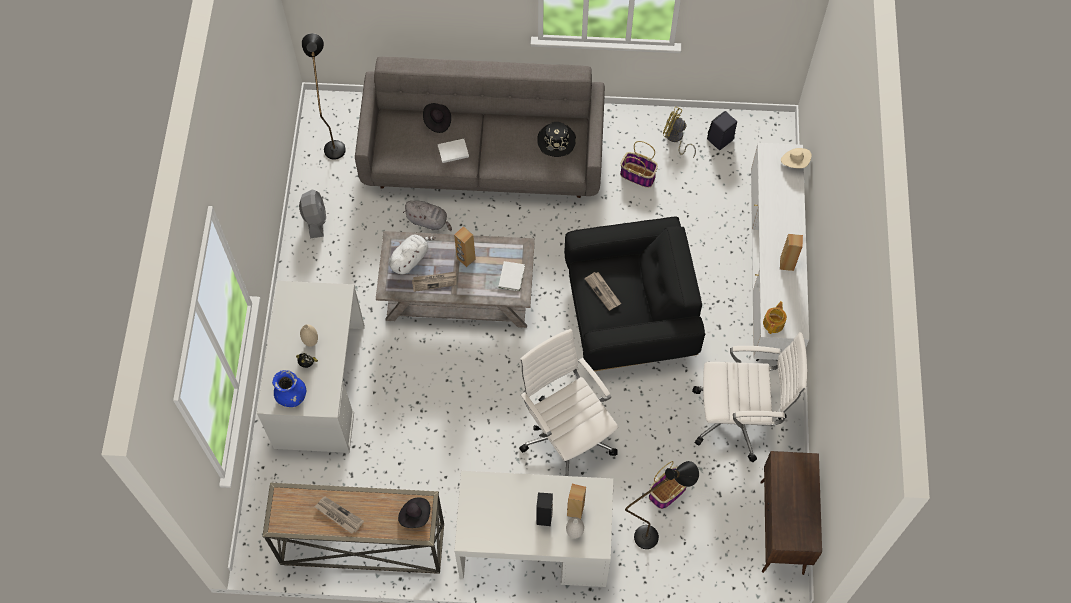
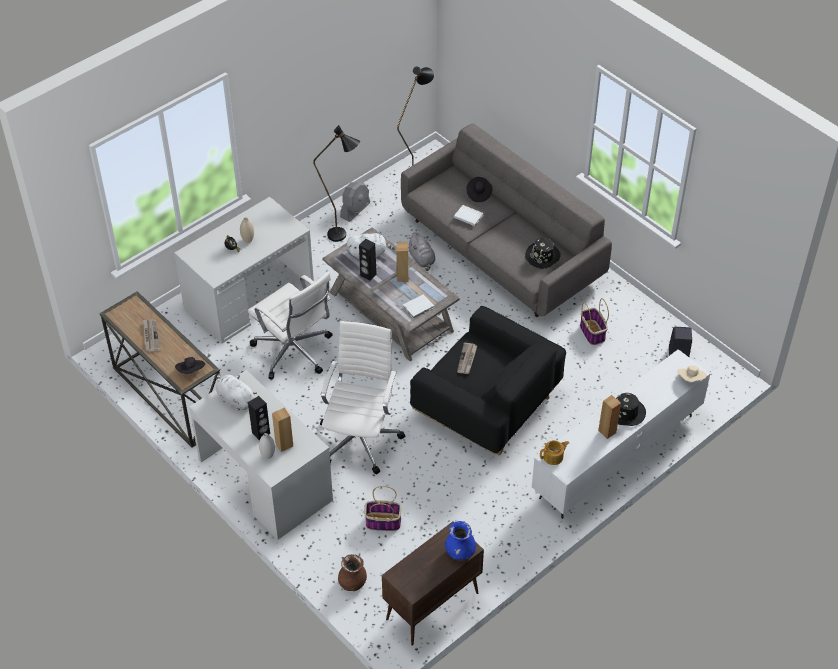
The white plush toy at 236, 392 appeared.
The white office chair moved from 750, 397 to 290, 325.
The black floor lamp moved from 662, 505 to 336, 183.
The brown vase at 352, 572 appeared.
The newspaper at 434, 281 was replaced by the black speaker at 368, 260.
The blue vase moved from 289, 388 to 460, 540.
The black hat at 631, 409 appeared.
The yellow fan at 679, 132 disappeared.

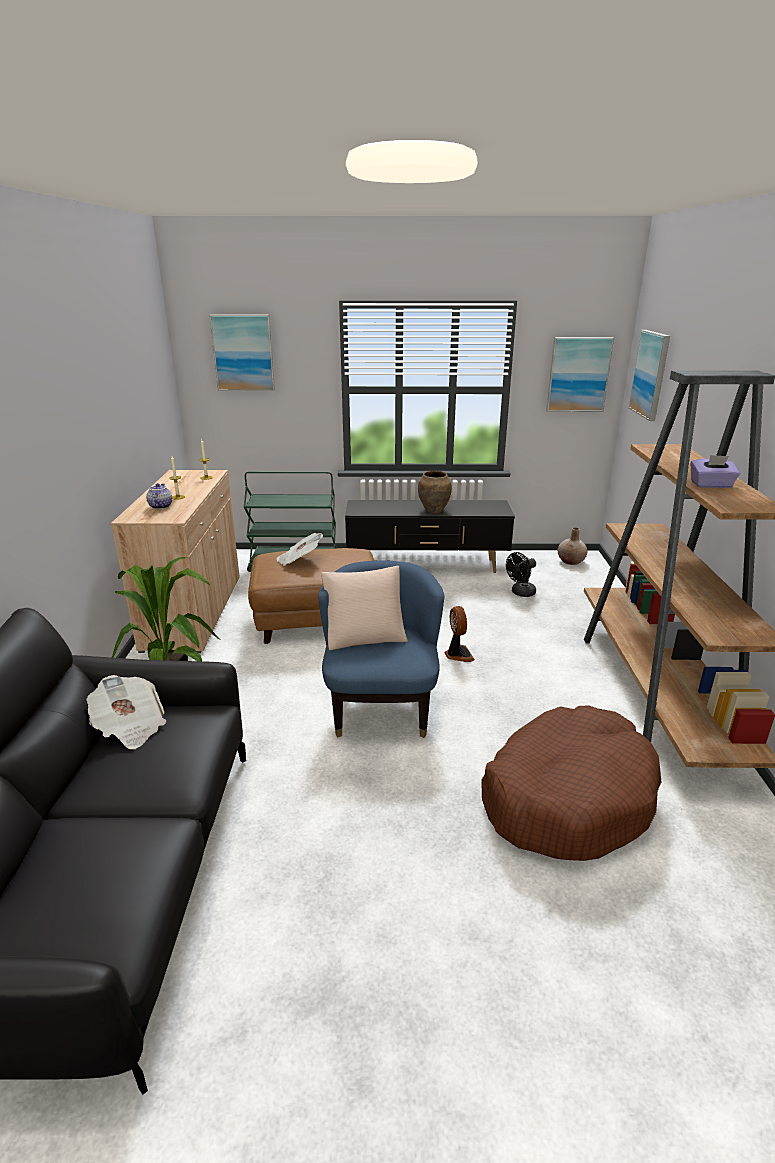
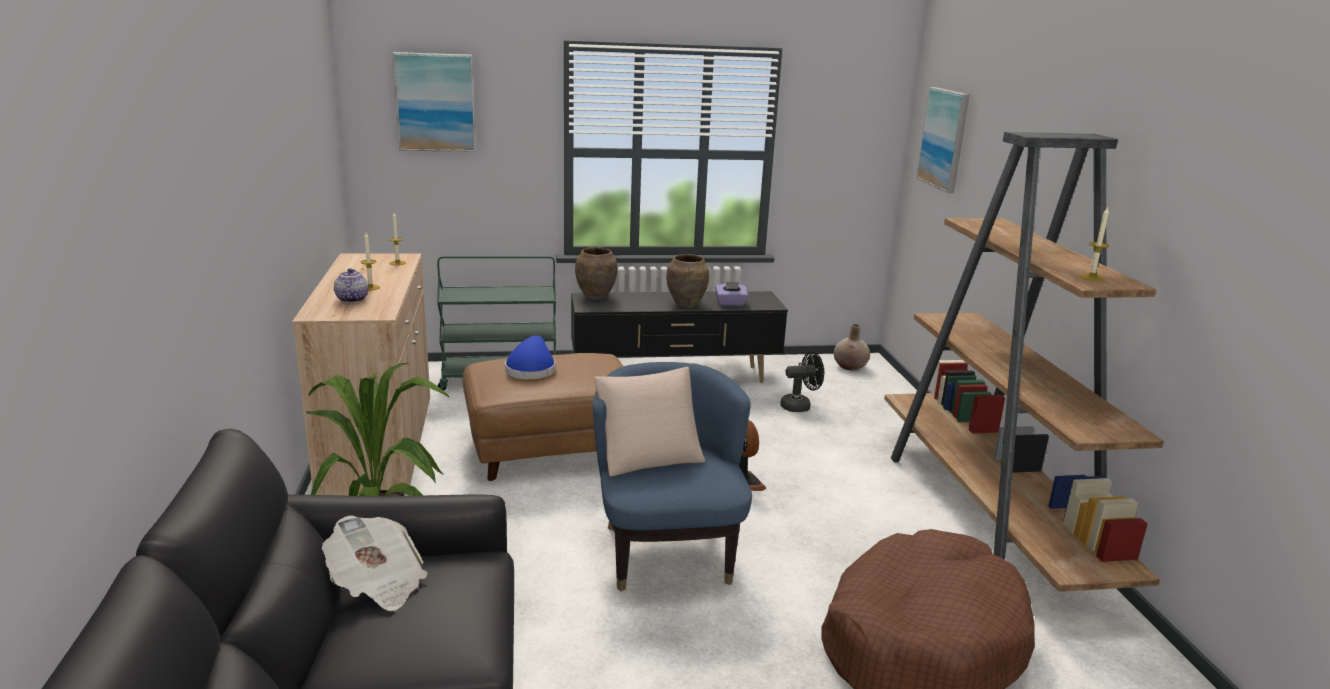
The newspaper at 300, 549 was replaced by the blue hat at 530, 358.
The brown vase at 596, 273 appeared.
The purple tissue box moved from 715, 471 to 731, 294.
The black fan at 521, 574 turned 150 degrees counterclockwise.
The candle at 1094, 243 appeared.
The picture at 580, 374 disappeared.

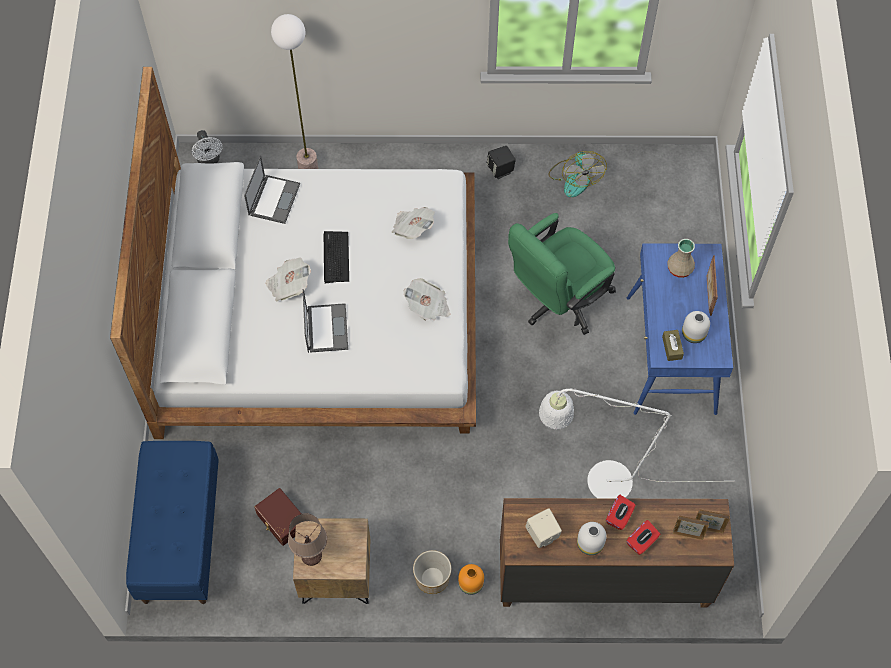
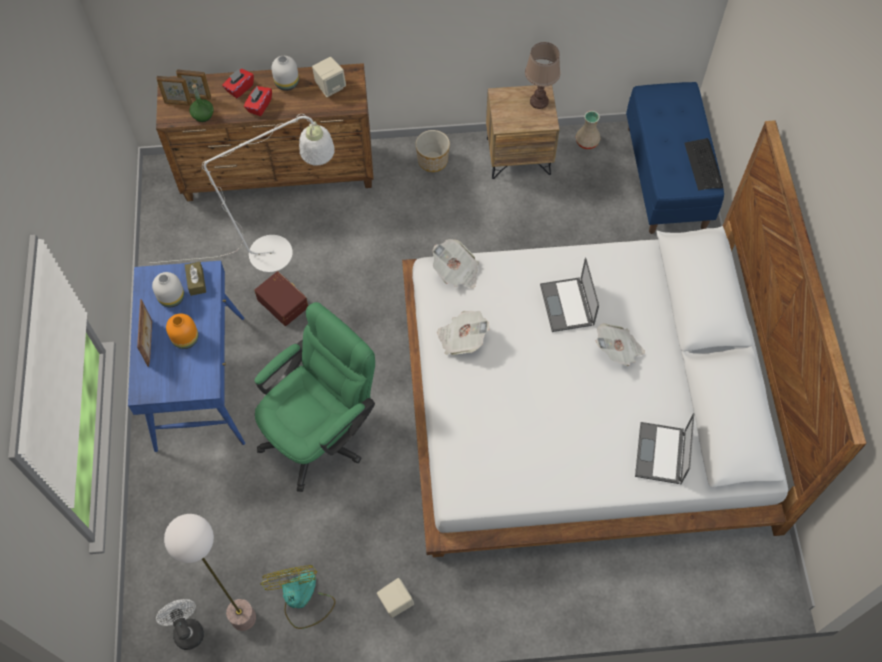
The white fan moved from 207, 146 to 180, 624.
The floor lamp moved from 294, 91 to 210, 572.
The orange vase moved from 471, 579 to 182, 331.
The green bottle at 202, 103 appeared.
The brown storage box moved from 277, 517 to 281, 298.
The black speaker at 501, 162 became the beige speaker at 395, 598.
The newspaper moved from 413, 223 to 456, 263.
The beige vase moved from 681, 258 to 588, 130.
The keyboard moved from 336, 257 to 703, 164.

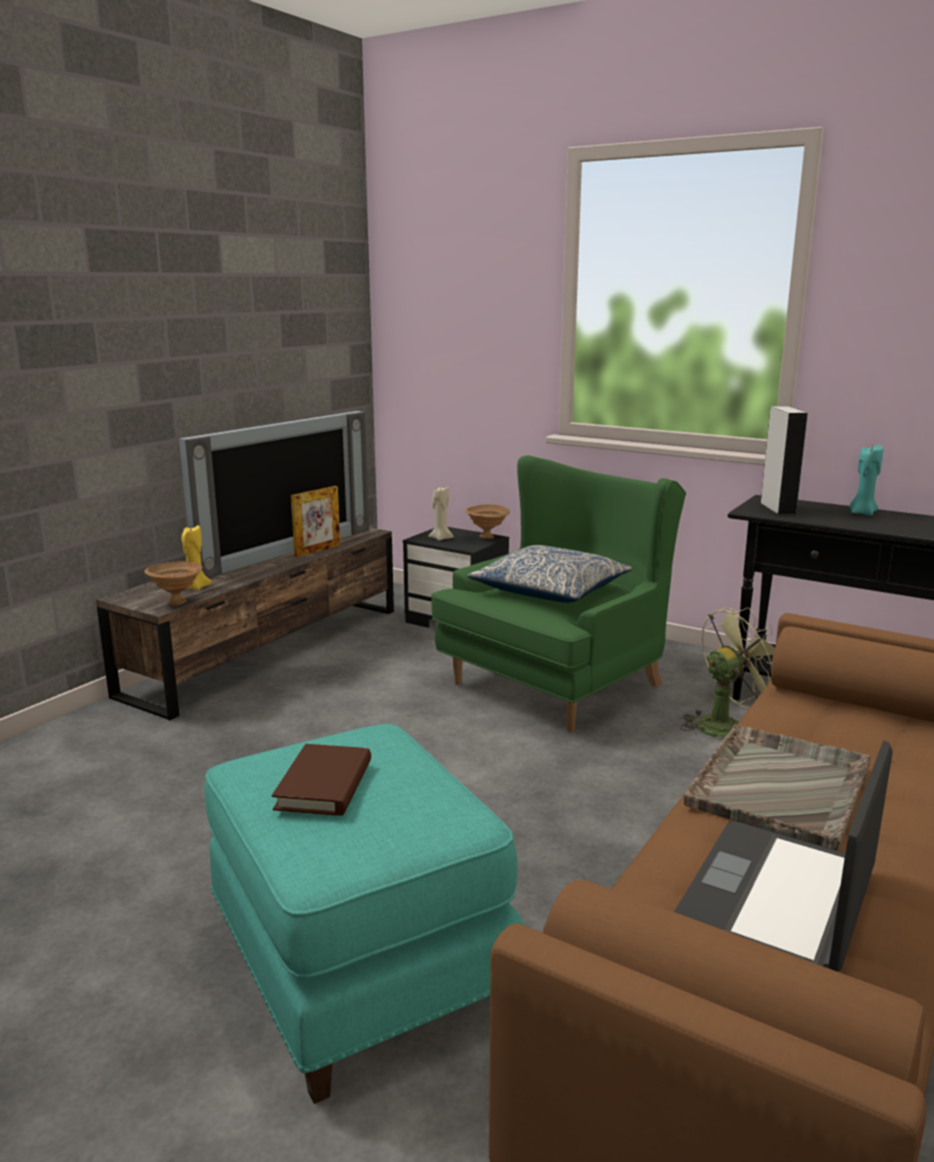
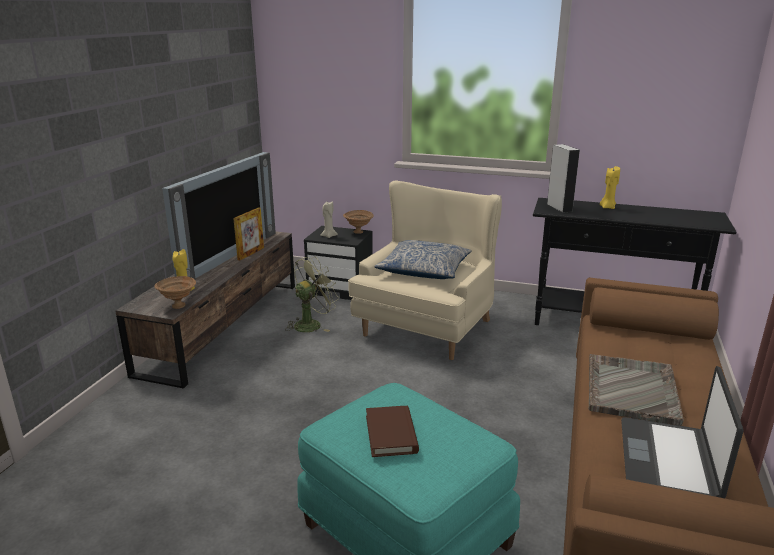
The green fan moved from 728, 672 to 311, 294.
The green armchair at 558, 593 became the beige armchair at 425, 270.
The turquoise candle at 866, 480 became the yellow candle at 610, 187.

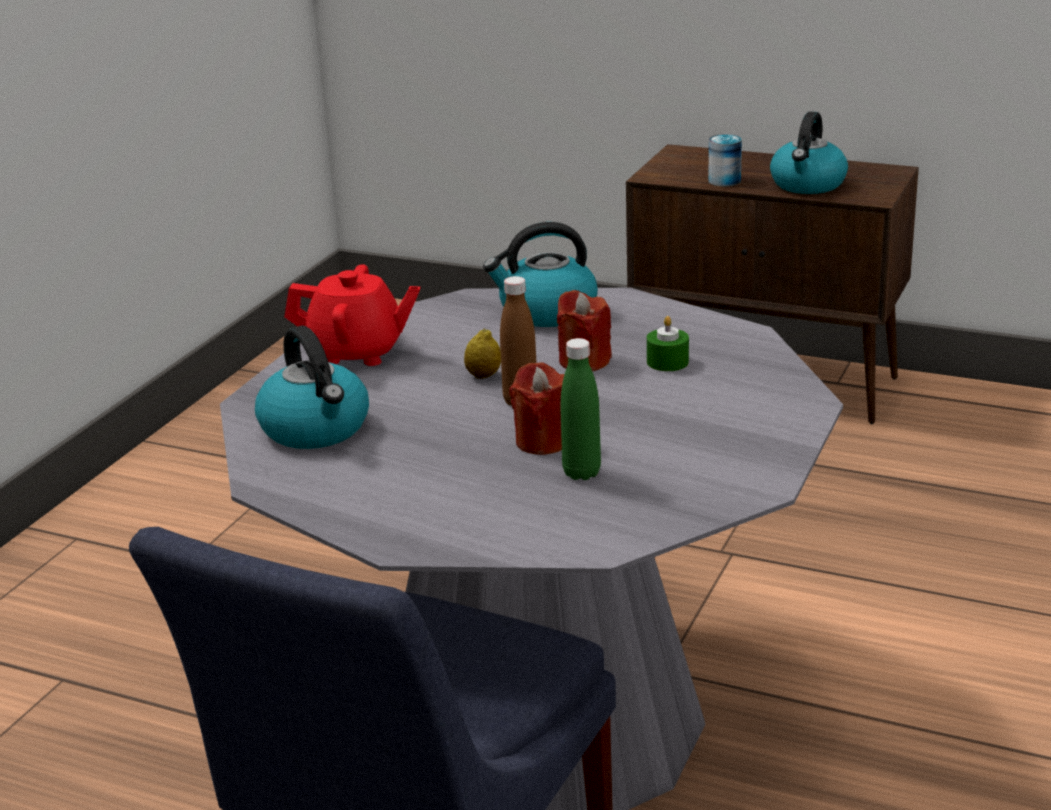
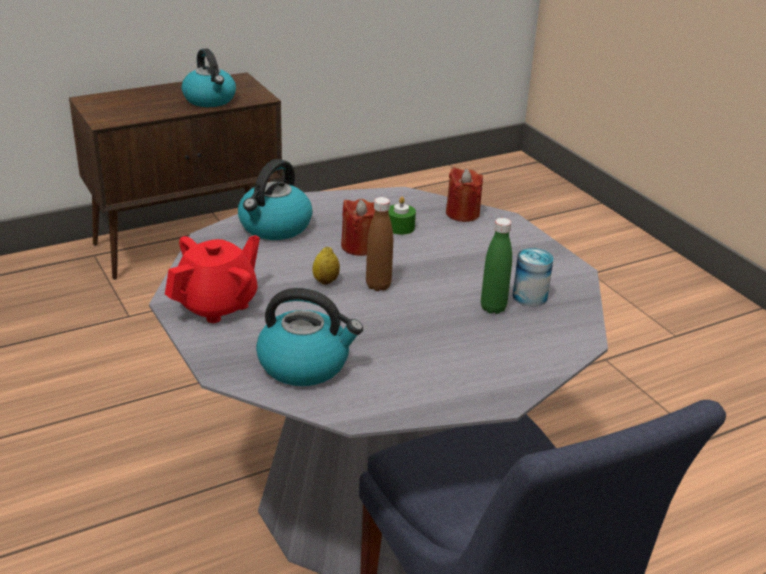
The red candle moved from 537, 408 to 464, 194.
The can moved from 725, 160 to 533, 277.

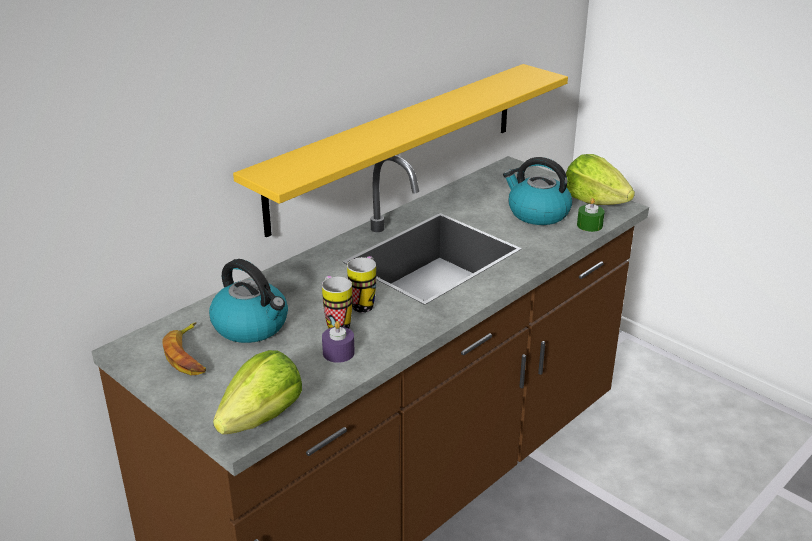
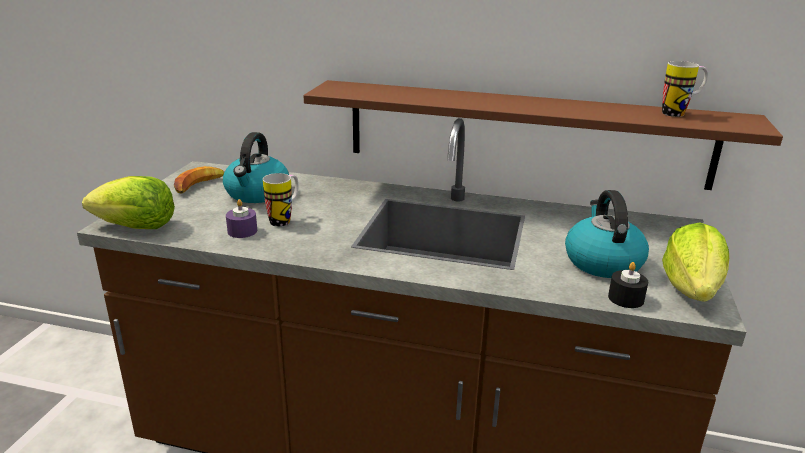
The yellow shelf at 400, 150 became the brown shelf at 543, 135.
The green candle at 591, 215 became the black candle at 628, 285.
The mug moved from 361, 284 to 685, 89.

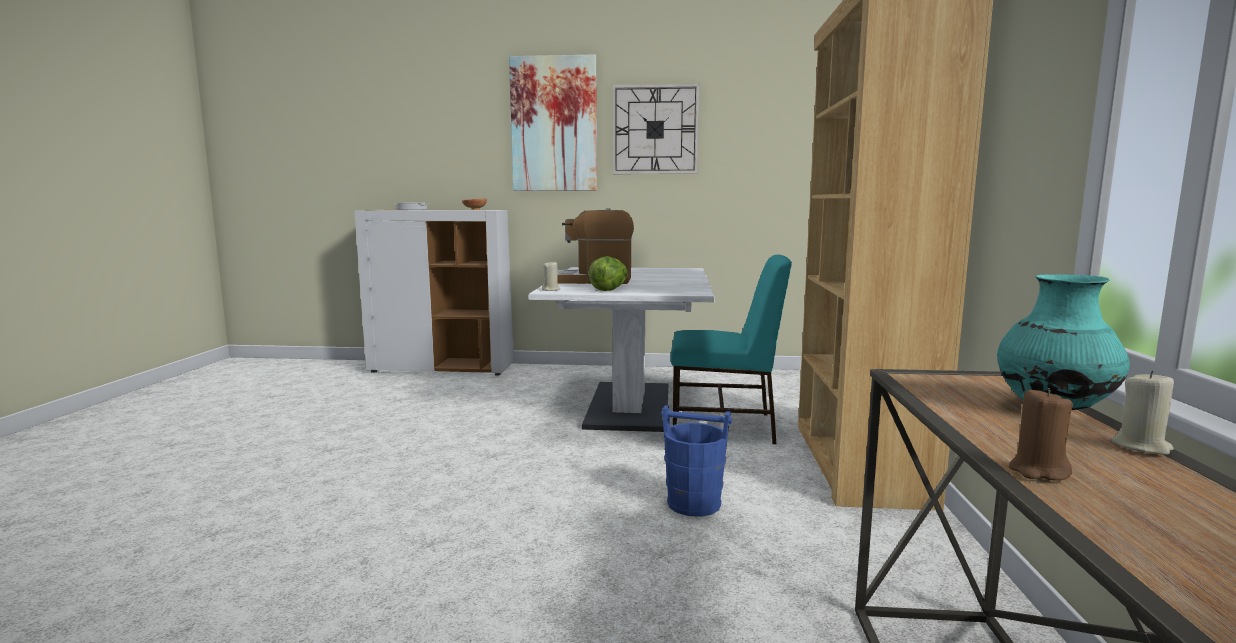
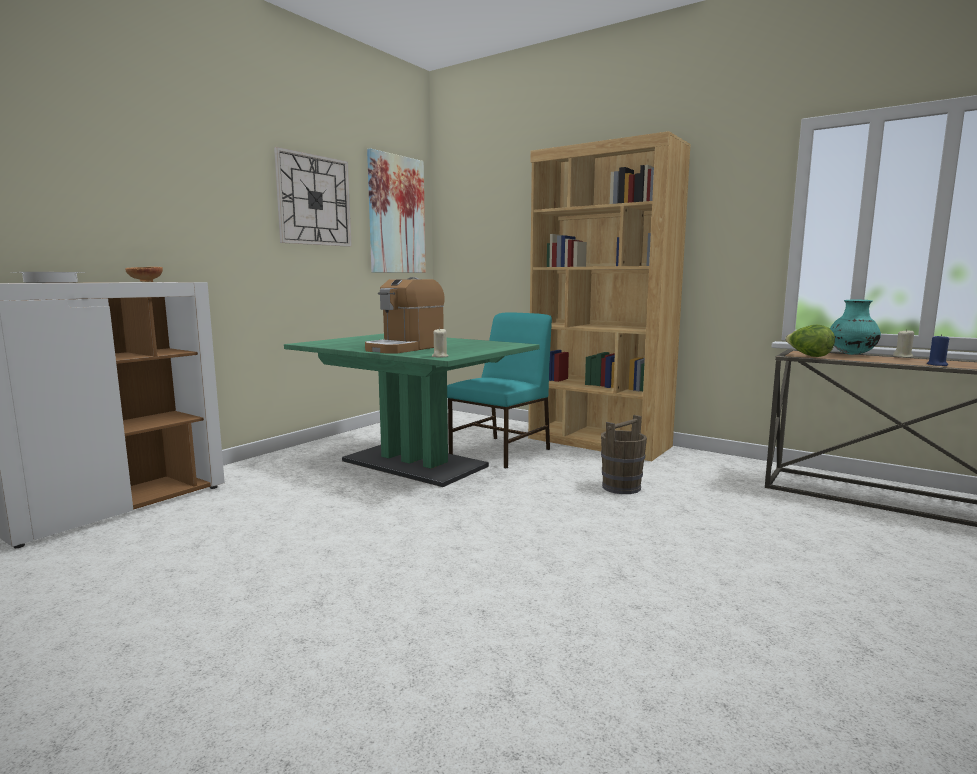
The white dining table at 622, 349 became the green dining table at 412, 410.
The picture moved from 553, 122 to 396, 210.
The blue bucket at 696, 461 became the brown bucket at 624, 454.
The lettuce moved from 608, 273 to 810, 341.
The brown candle at 1041, 434 became the blue candle at 938, 350.

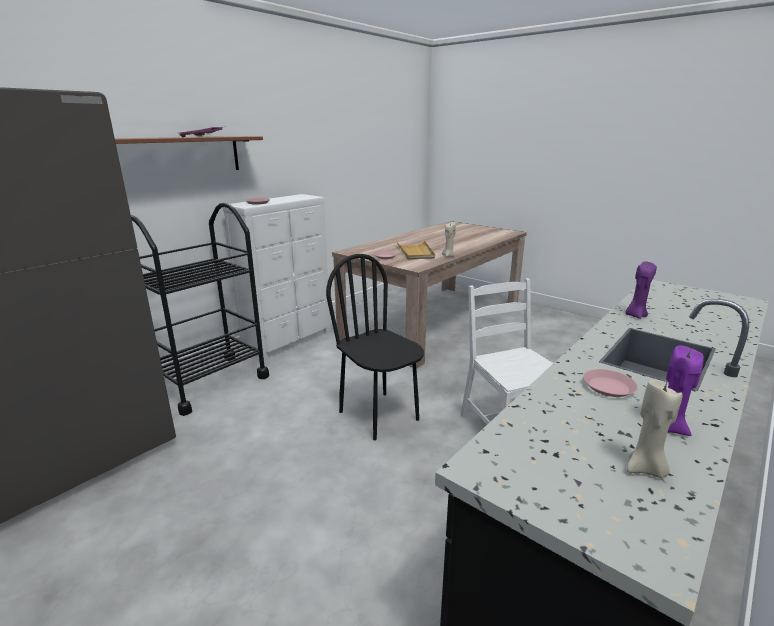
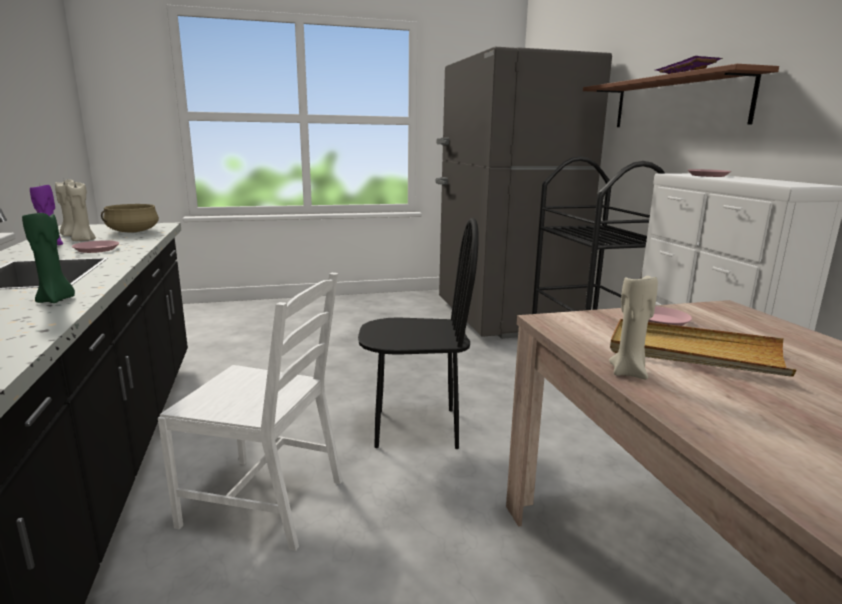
The purple candle at 641, 290 became the green candle at 48, 257.
The beige candle at 81, 211 appeared.
The beige cooking pot at 130, 218 appeared.

